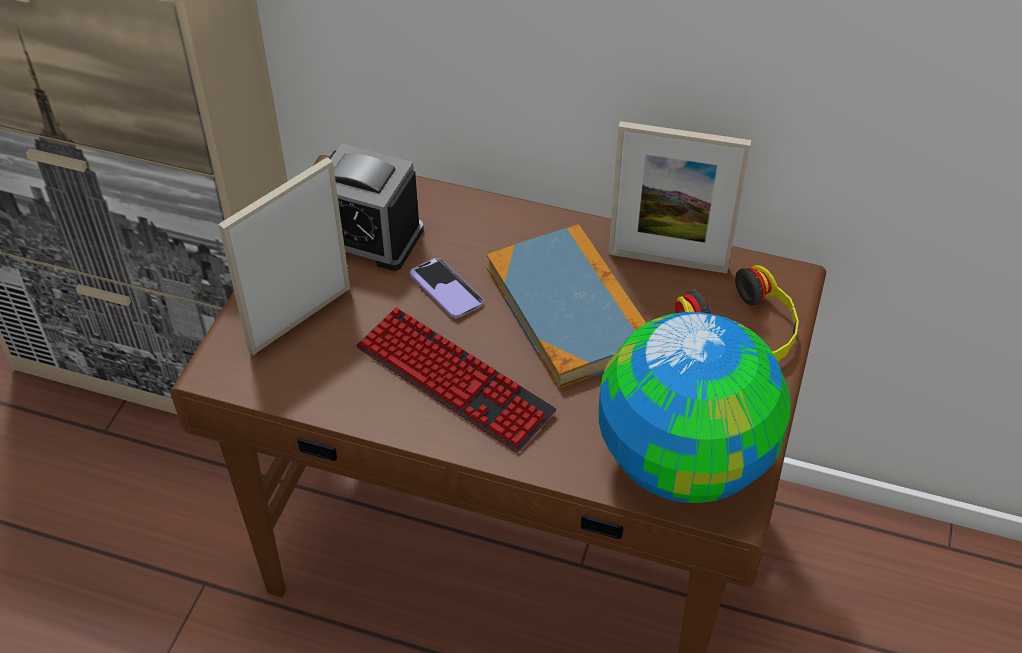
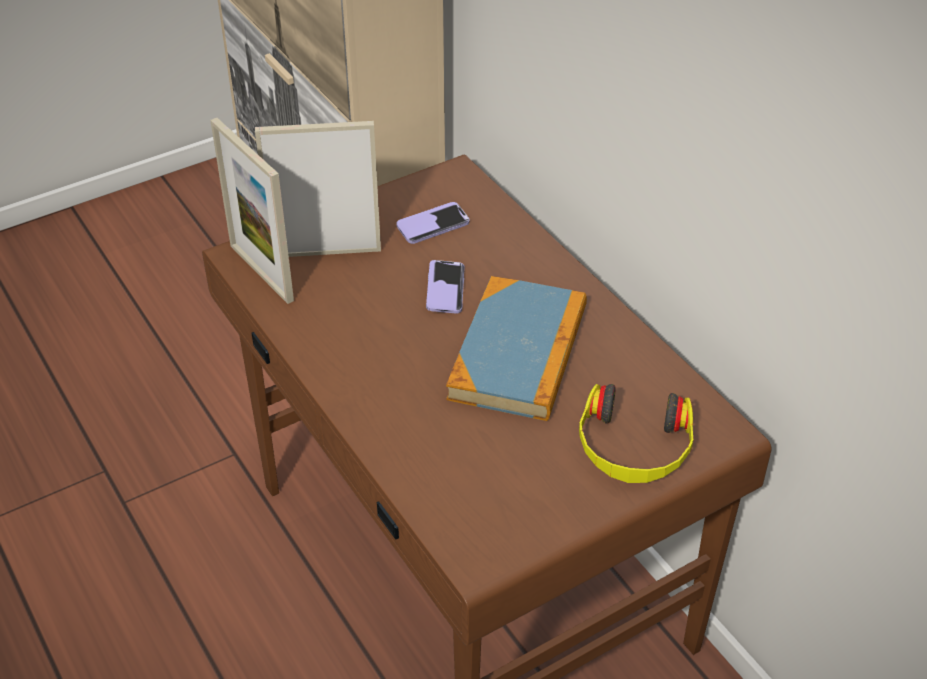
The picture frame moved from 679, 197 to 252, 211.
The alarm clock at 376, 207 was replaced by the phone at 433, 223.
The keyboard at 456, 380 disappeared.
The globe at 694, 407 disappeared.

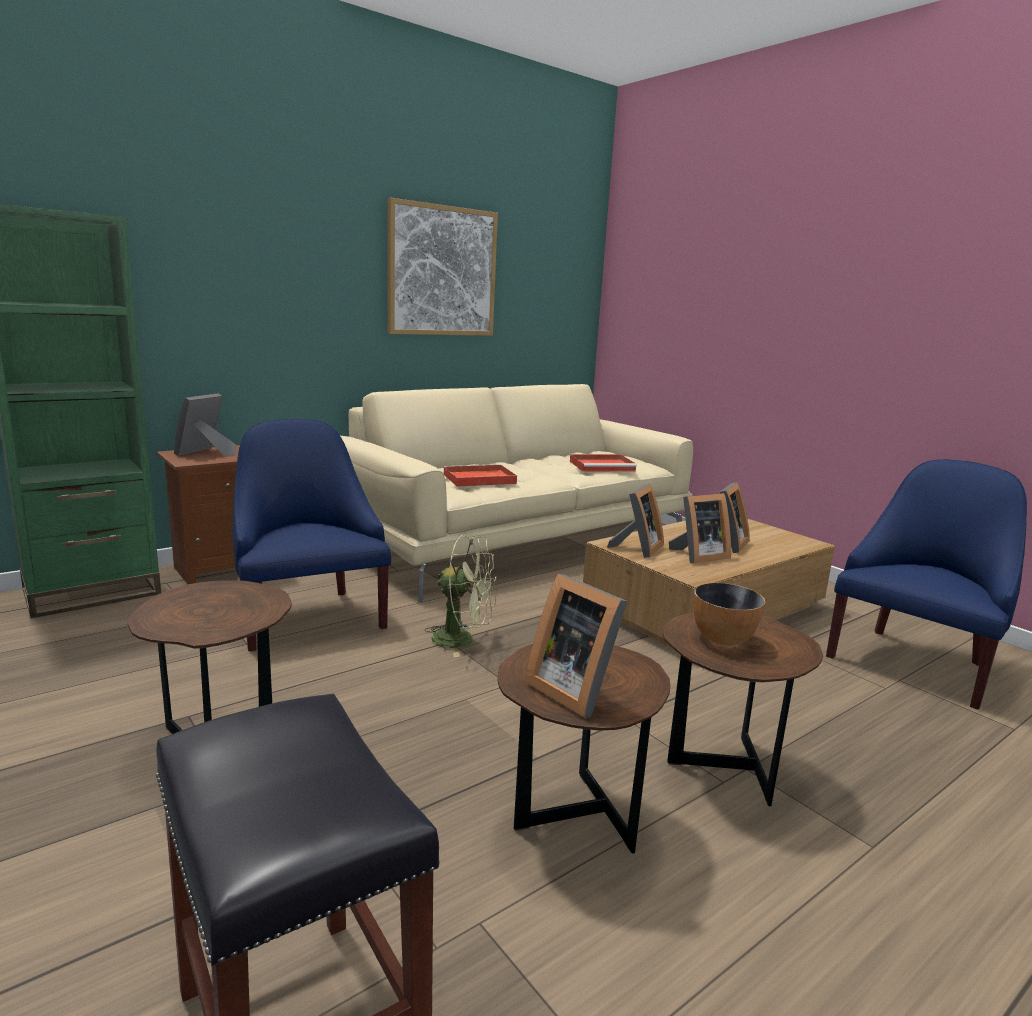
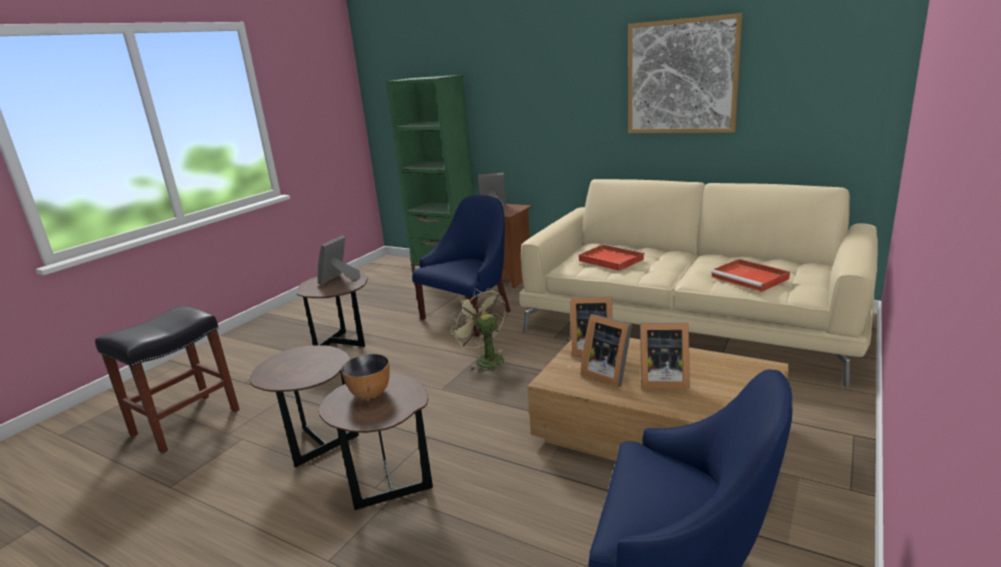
The picture frame moved from 576, 645 to 339, 260.
The green fan at 460, 595 turned 150 degrees clockwise.

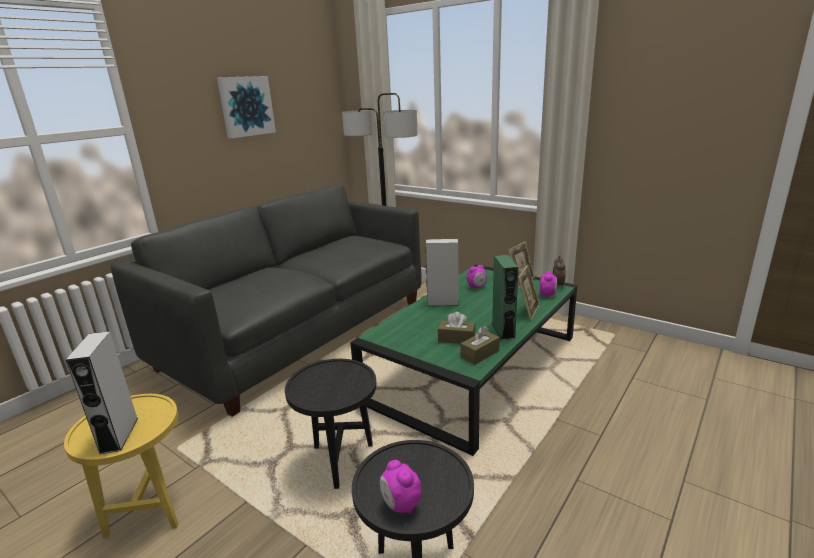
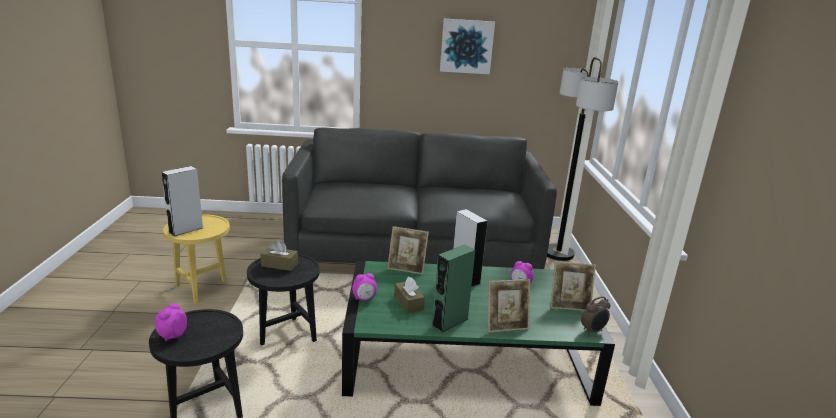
The brown tissue box moved from 480, 345 to 279, 256.
The alarm clock moved from 548, 285 to 364, 287.
The picture frame at 408, 250 appeared.

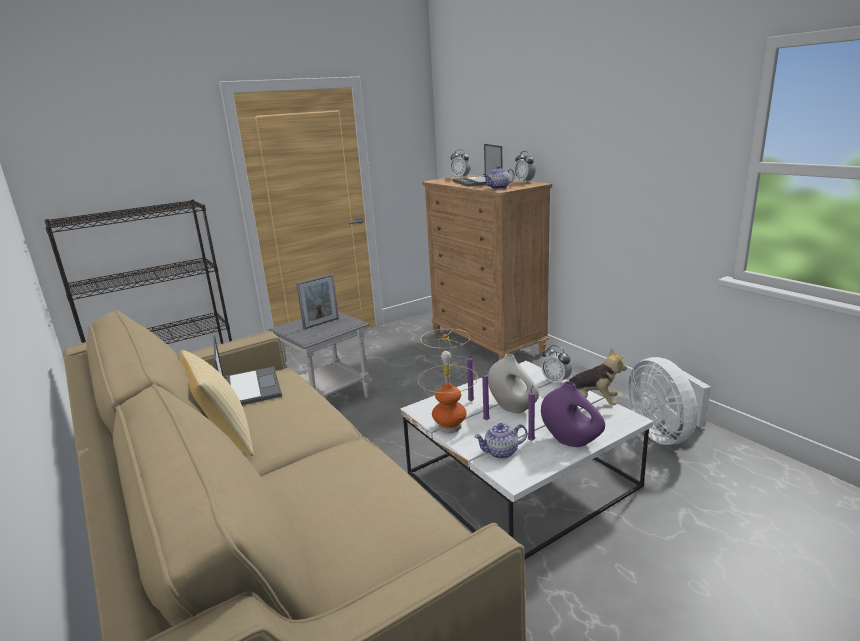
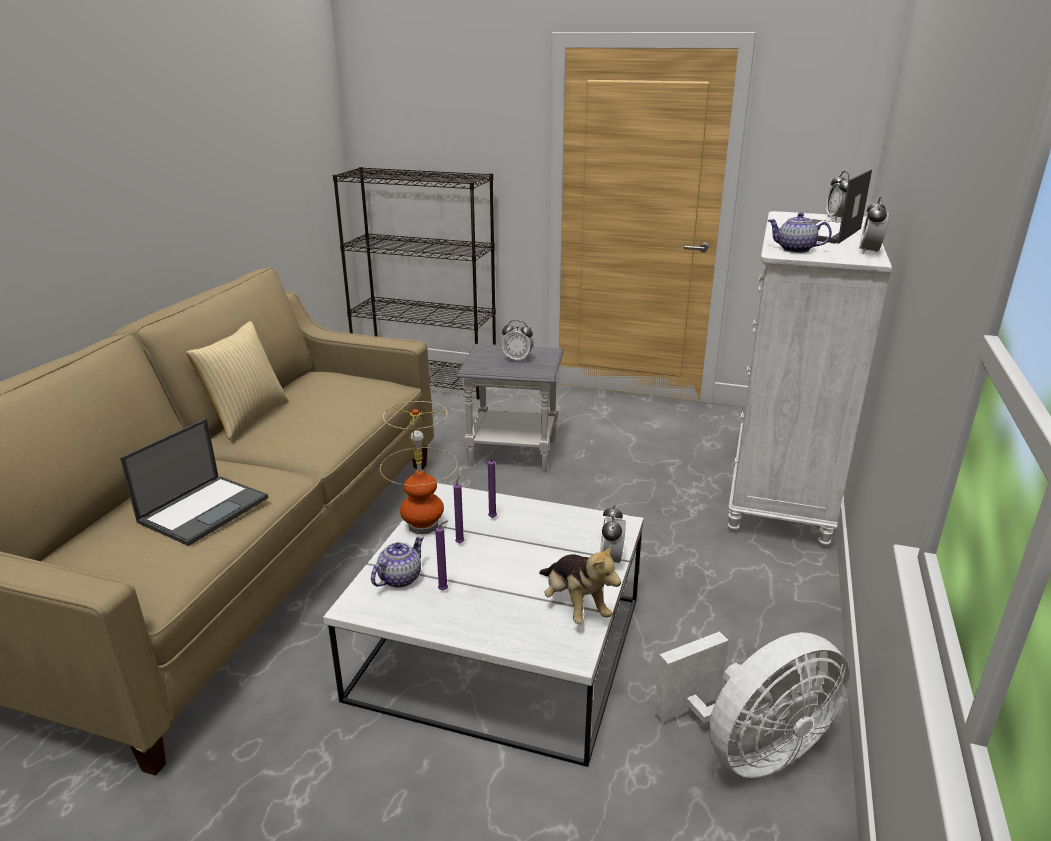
The laptop moved from 247, 370 to 194, 482.
The teapot at 500, 441 turned 90 degrees clockwise.
The picture frame at 317, 301 was replaced by the alarm clock at 517, 341.
The white fan at 669, 401 turned 150 degrees counterclockwise.
The brown dresser at 487, 267 became the white dresser at 810, 379.
The white vase at 513, 383 disappeared.
The purple vase at 573, 414 disappeared.

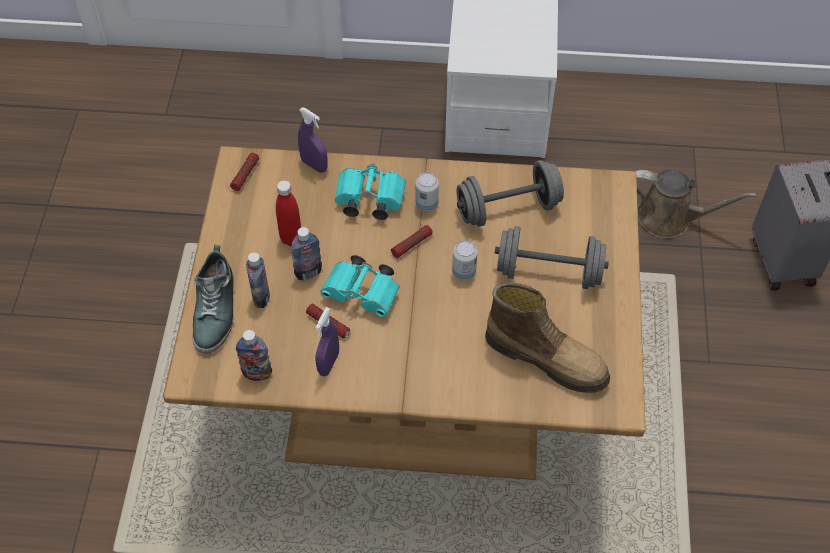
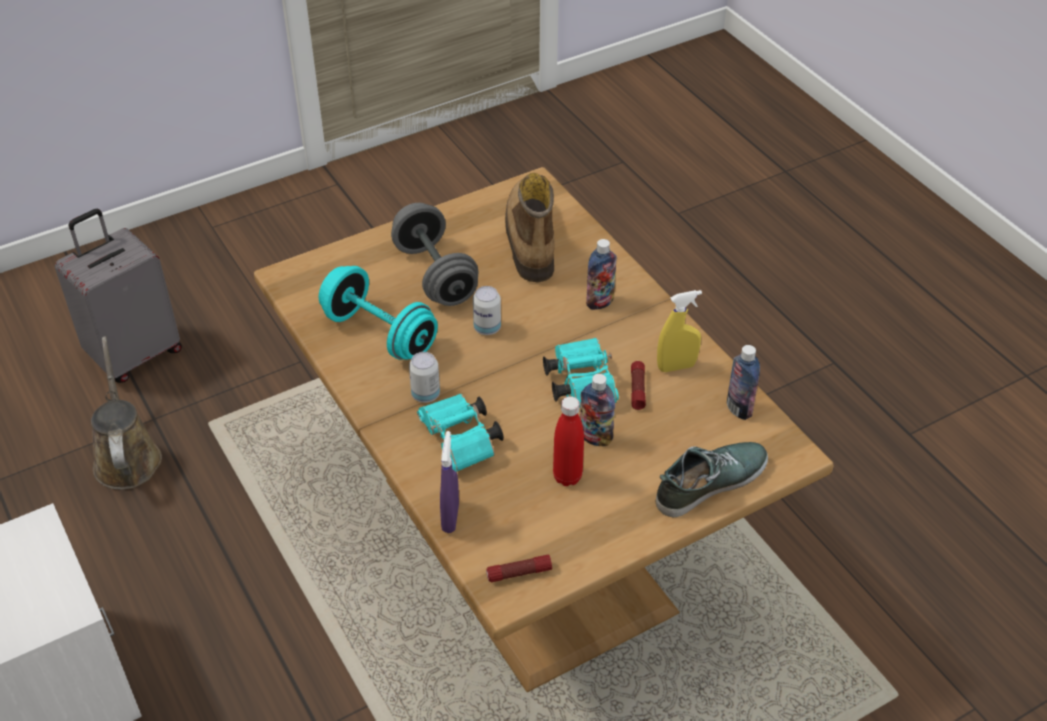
The grey dumbbell at 510, 193 became the turquoise dumbbell at 378, 313.
The bottle moved from 258, 280 to 601, 274.
The purple spray bottle at 327, 341 became the yellow spray bottle at 679, 331.
The flashlight at 411, 241 disappeared.

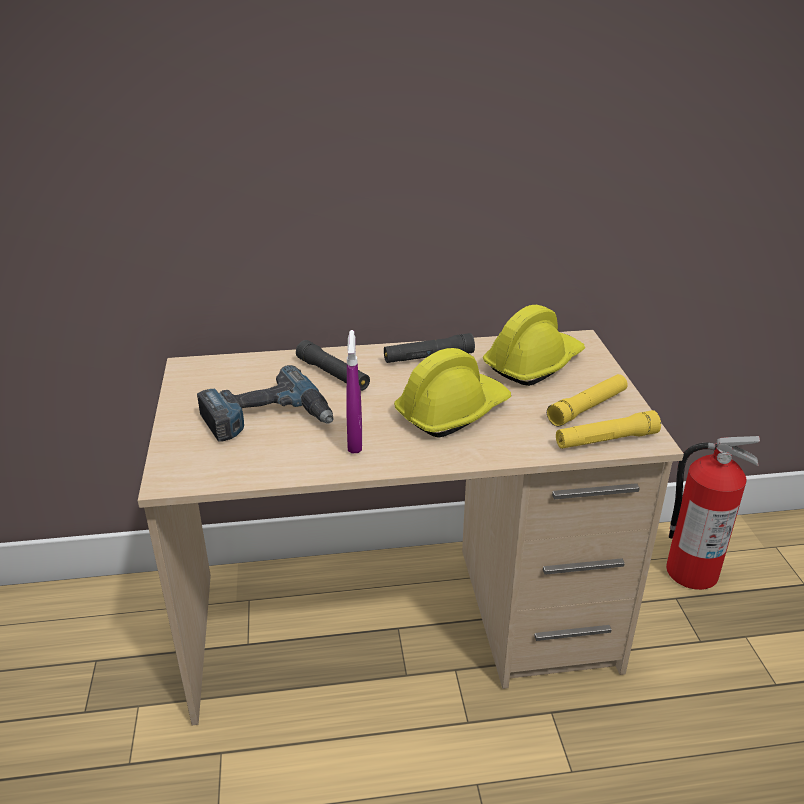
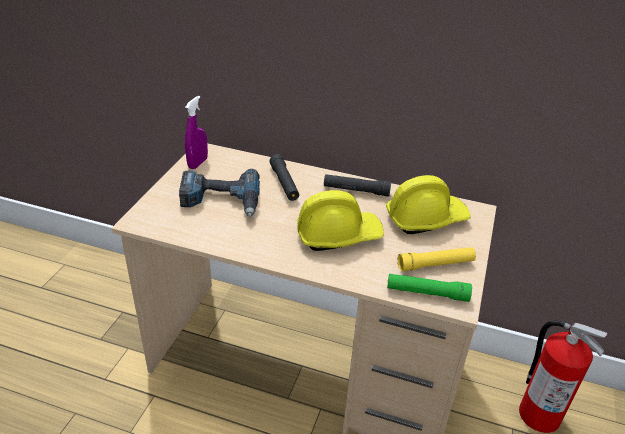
The purple spray bottle moved from 354, 391 to 196, 132.
The yellow flashlight at 608, 429 became the green flashlight at 429, 288.

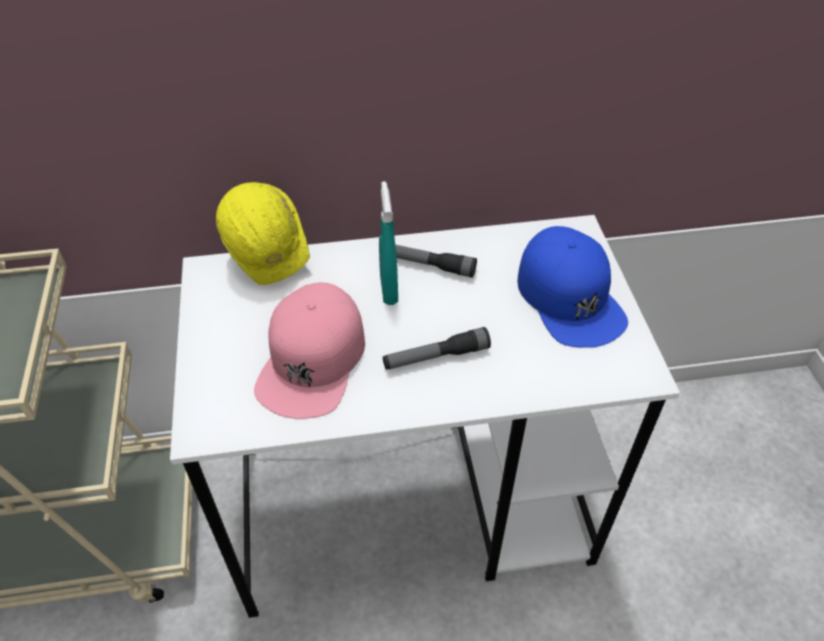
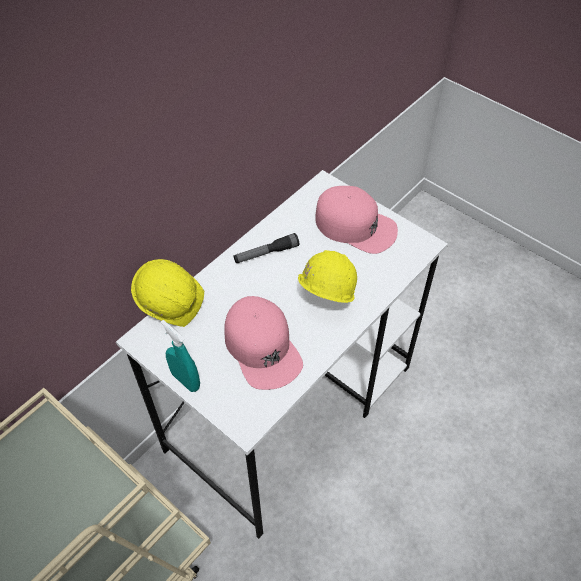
The turquoise spray bottle moved from 388, 243 to 180, 356.
The flashlight at 437, 348 was replaced by the yellow hard hat at 327, 276.
The blue cap at 572, 287 became the pink cap at 356, 220.

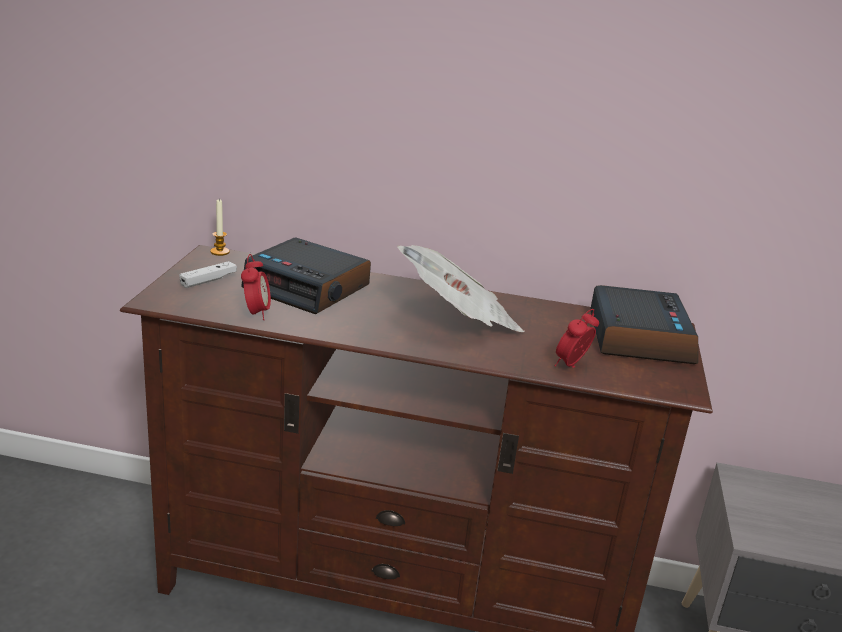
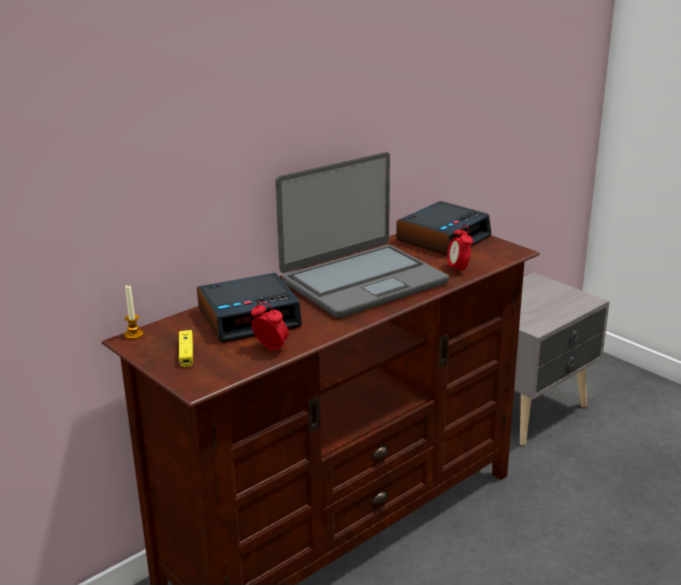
The white game controller at 208, 274 became the yellow game controller at 186, 348.
The newspaper at 461, 288 was replaced by the laptop at 362, 235.
The alarm clock at 644, 324 turned 90 degrees clockwise.

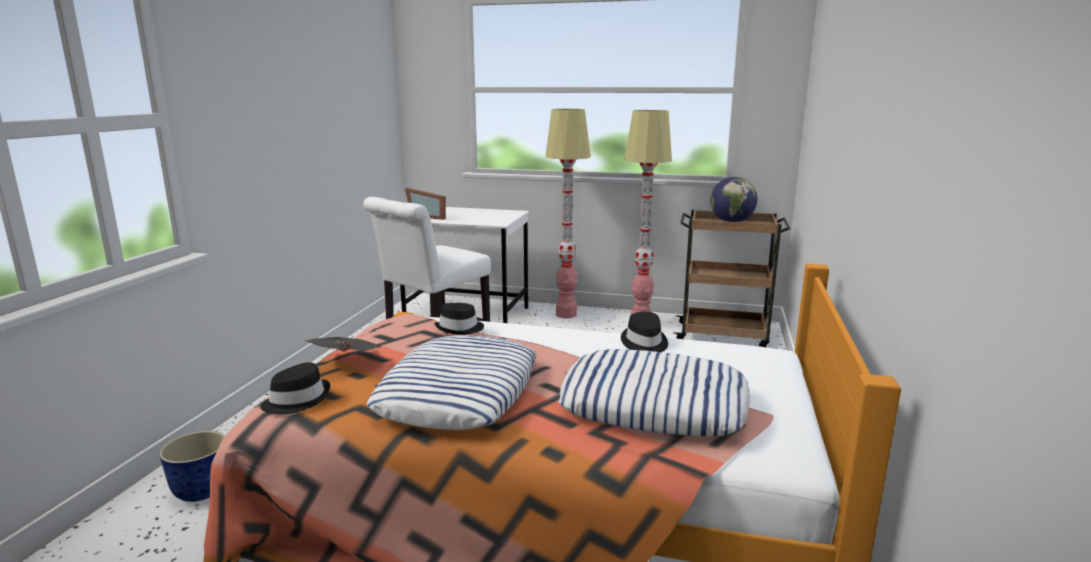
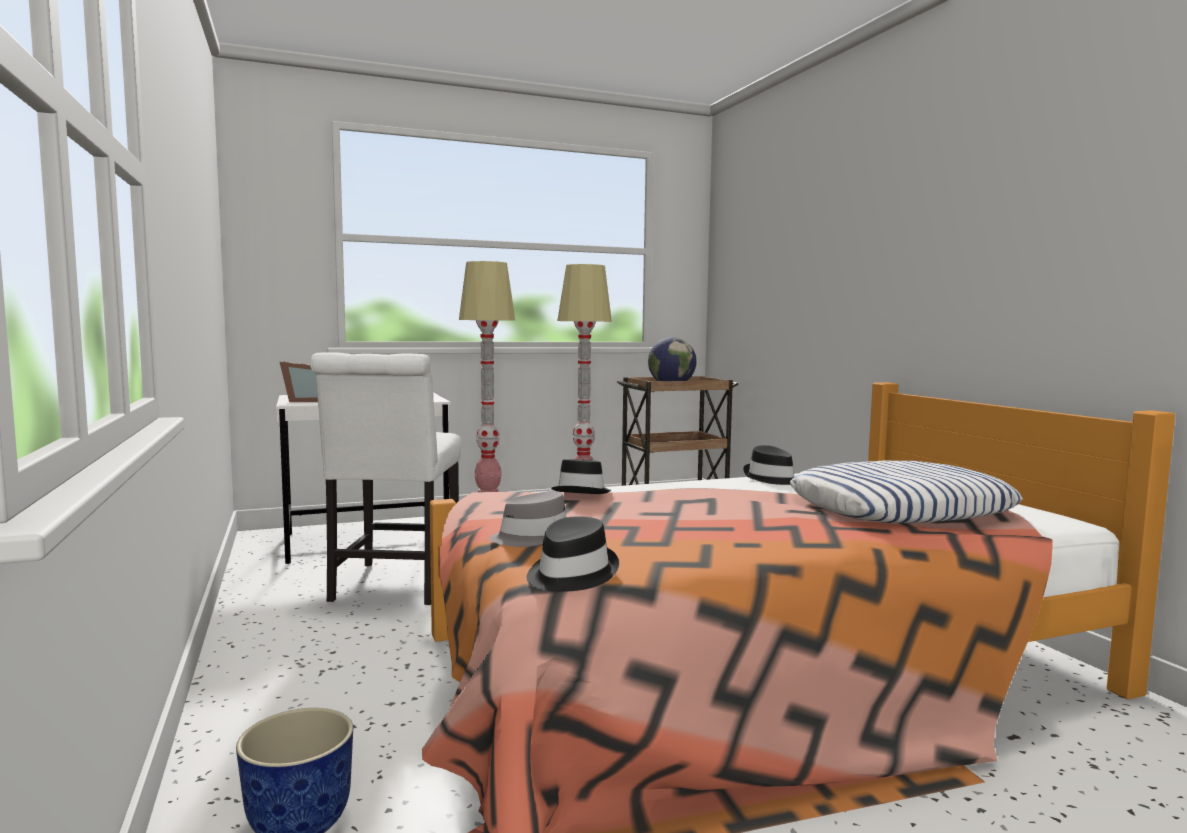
The newspaper at 343, 344 was replaced by the grey hat at 527, 519.
The pillow at 451, 382 disappeared.

